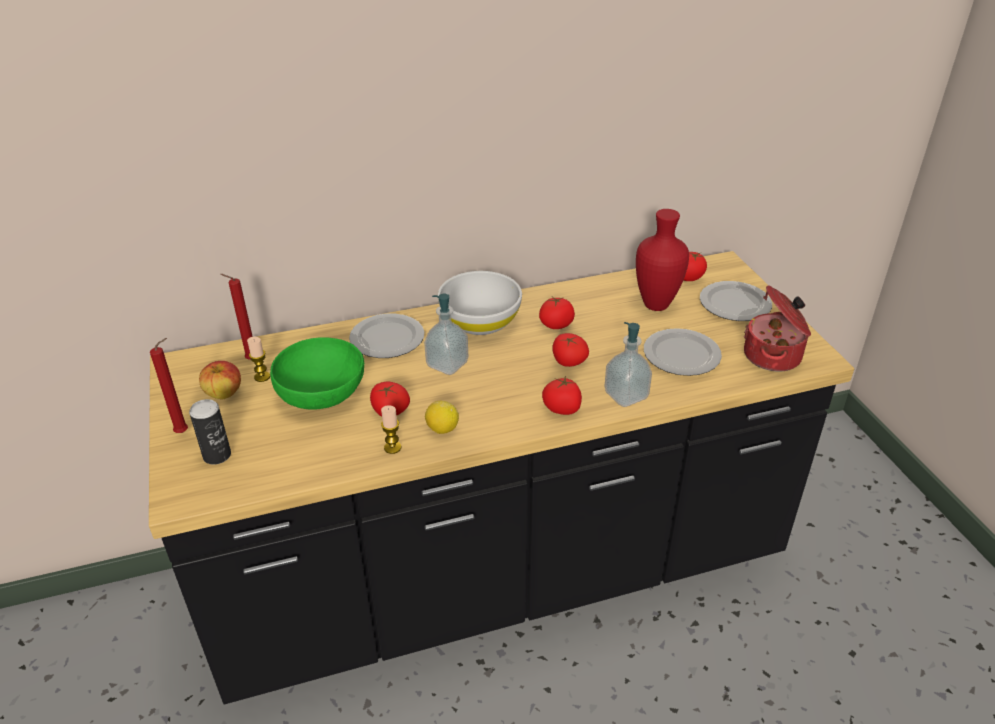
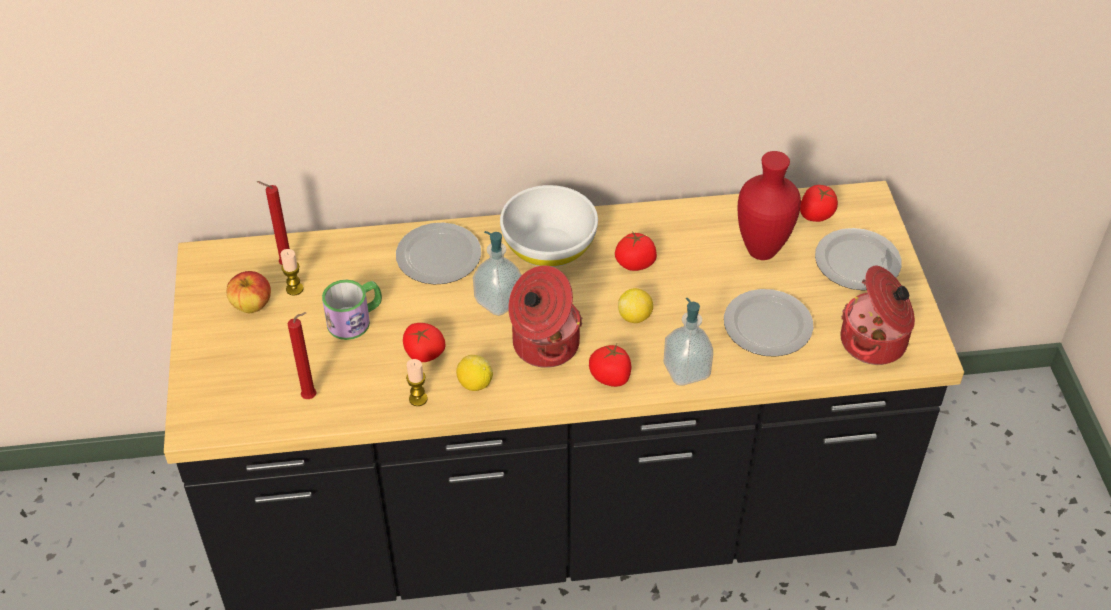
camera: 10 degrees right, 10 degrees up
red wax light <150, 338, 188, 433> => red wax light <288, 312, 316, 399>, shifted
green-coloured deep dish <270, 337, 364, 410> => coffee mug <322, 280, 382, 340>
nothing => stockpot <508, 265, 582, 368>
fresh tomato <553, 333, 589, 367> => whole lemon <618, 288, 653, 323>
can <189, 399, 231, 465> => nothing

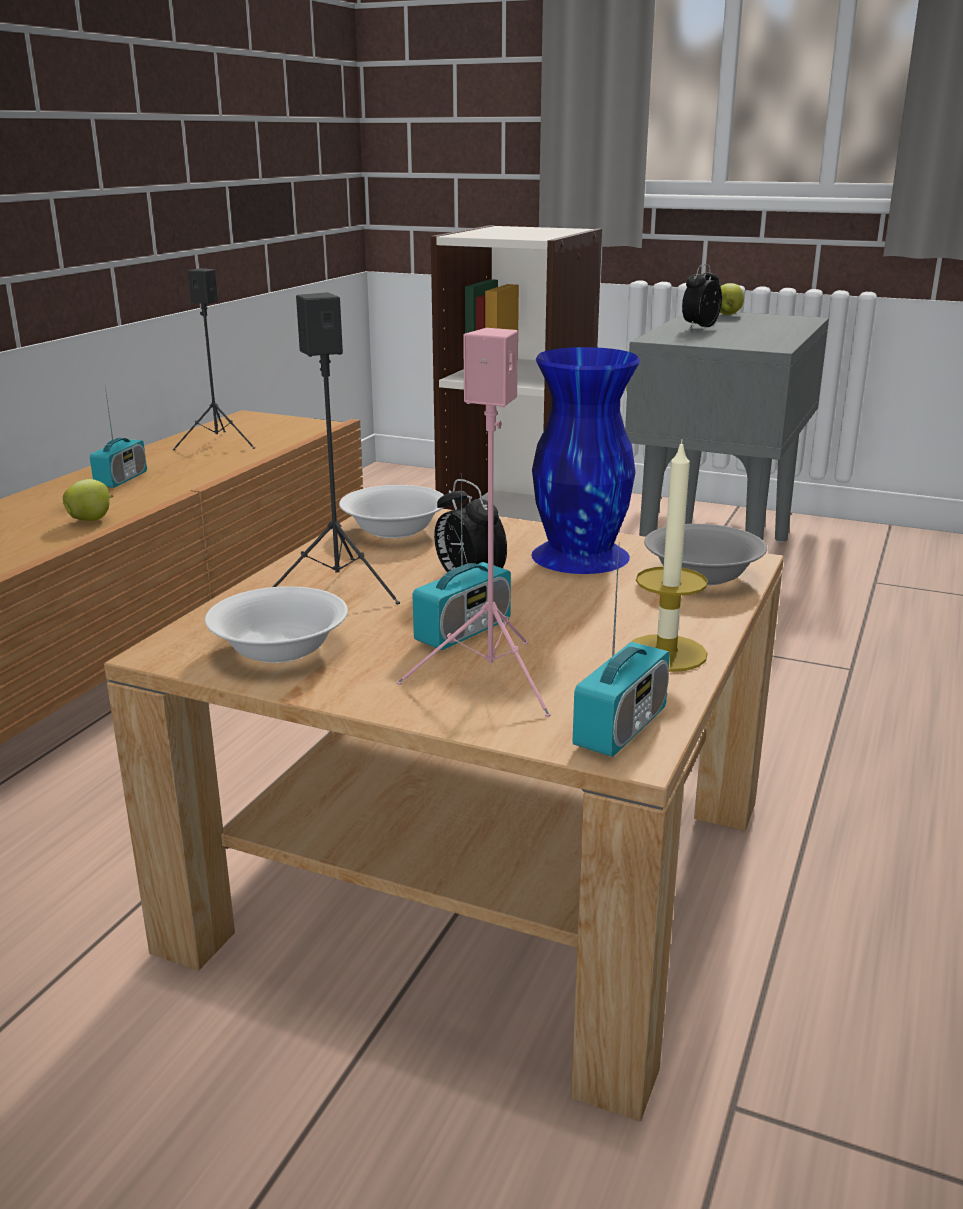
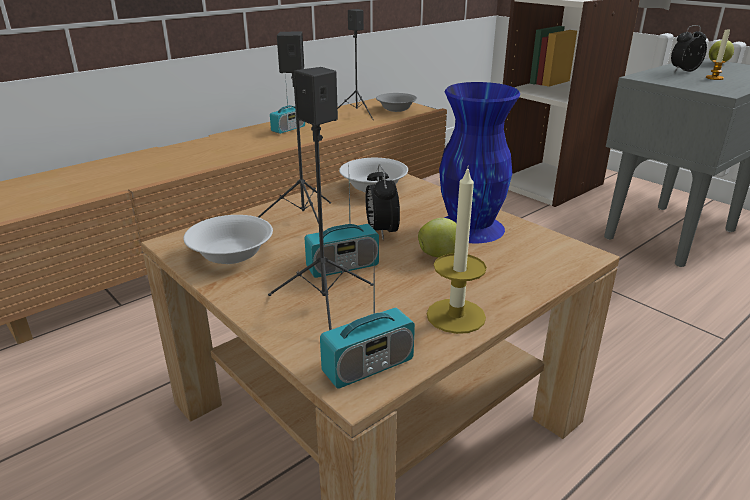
camera: 25 degrees right, 5 degrees up
pinkish audio speaker <397, 328, 550, 717> => black audio speaker <268, 67, 373, 330>
gray deep dish <644, 524, 767, 585> => gray deep dish <376, 93, 417, 112>, shifted
apple fruit <63, 479, 113, 521> => apple fruit <418, 218, 457, 258>, shifted
nothing => wax light <706, 29, 730, 80>

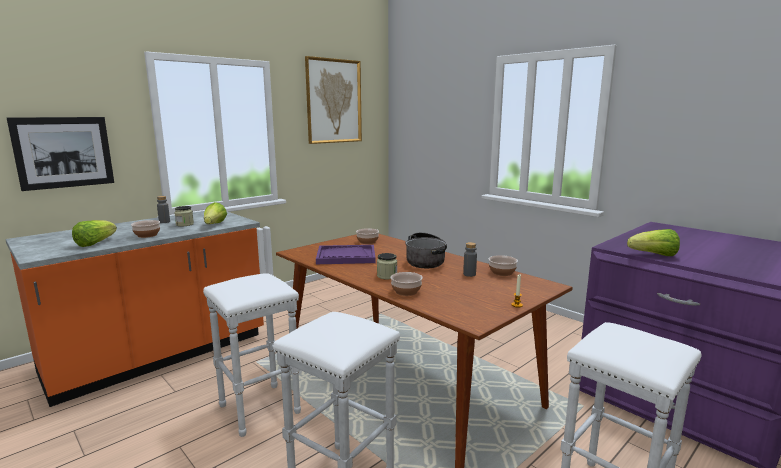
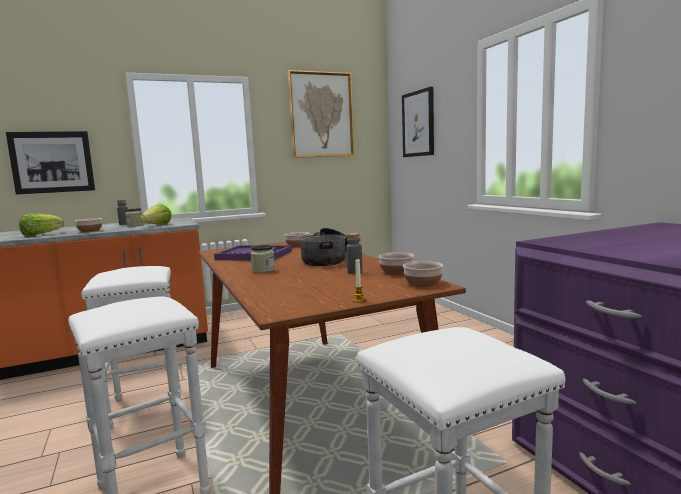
camera: 20 degrees right, 5 degrees down
nothing => wall art <402, 87, 434, 157>
deep dish <391, 272, 422, 296> => deep dish <403, 261, 443, 287>, shifted
lettuce <627, 229, 680, 256> => nothing

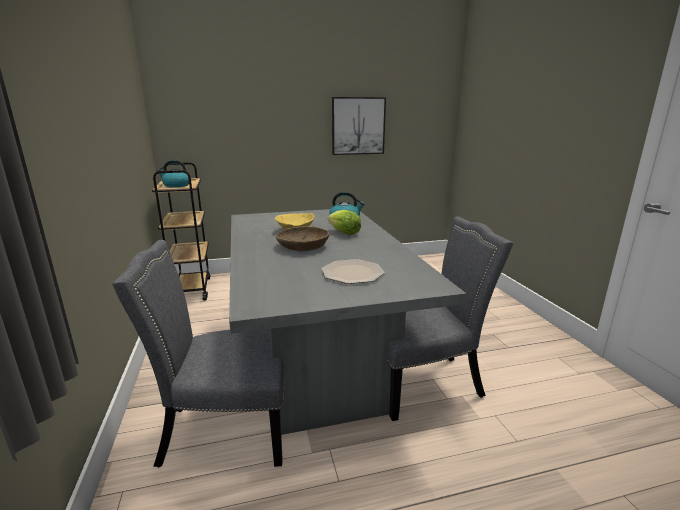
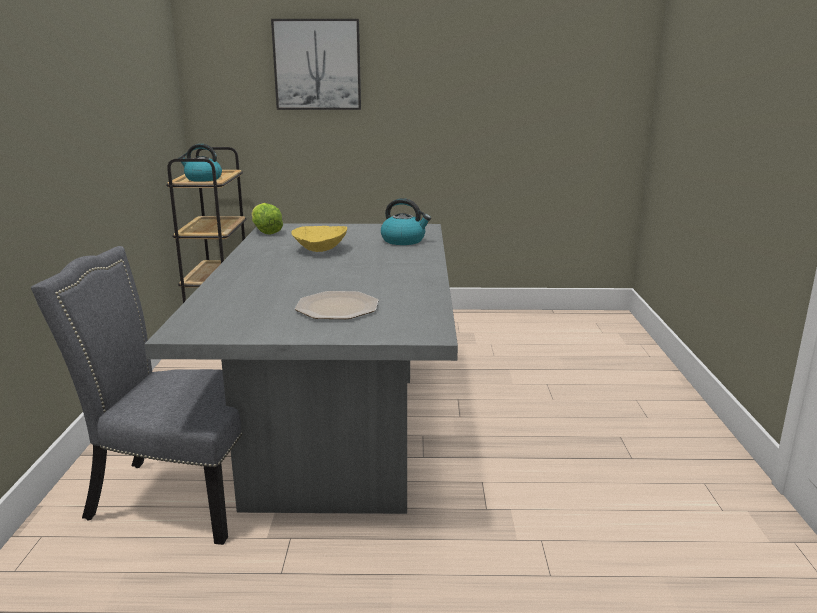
camera: 15 degrees right, 0 degrees up
lettuce <328, 210, 361, 235> => lettuce <251, 203, 283, 235>, shifted
wall art <332, 97, 386, 155> => wall art <271, 19, 361, 110>, shifted
brown deep dish <276, 226, 329, 251> => nothing
gray chair <387, 216, 513, 421> => nothing

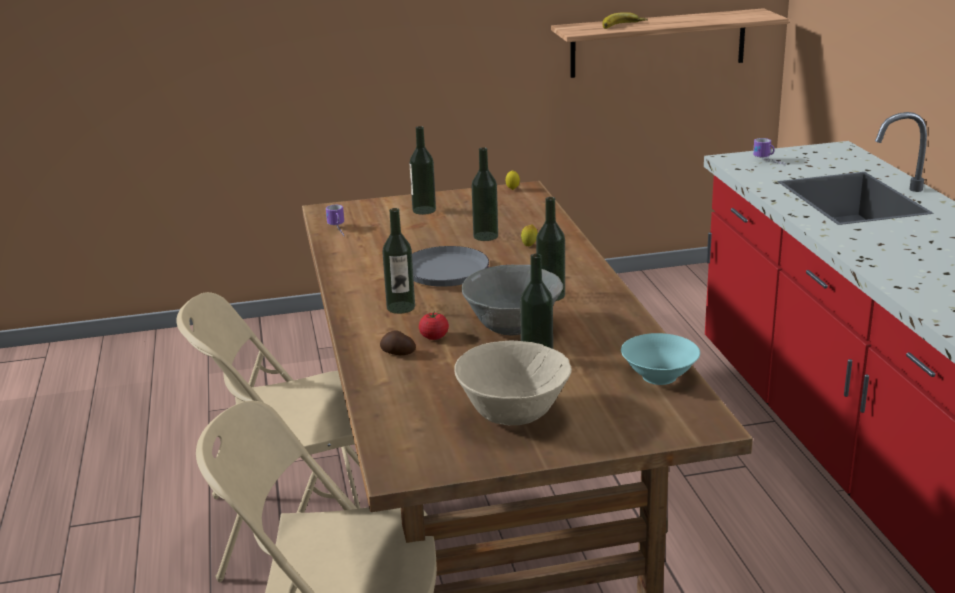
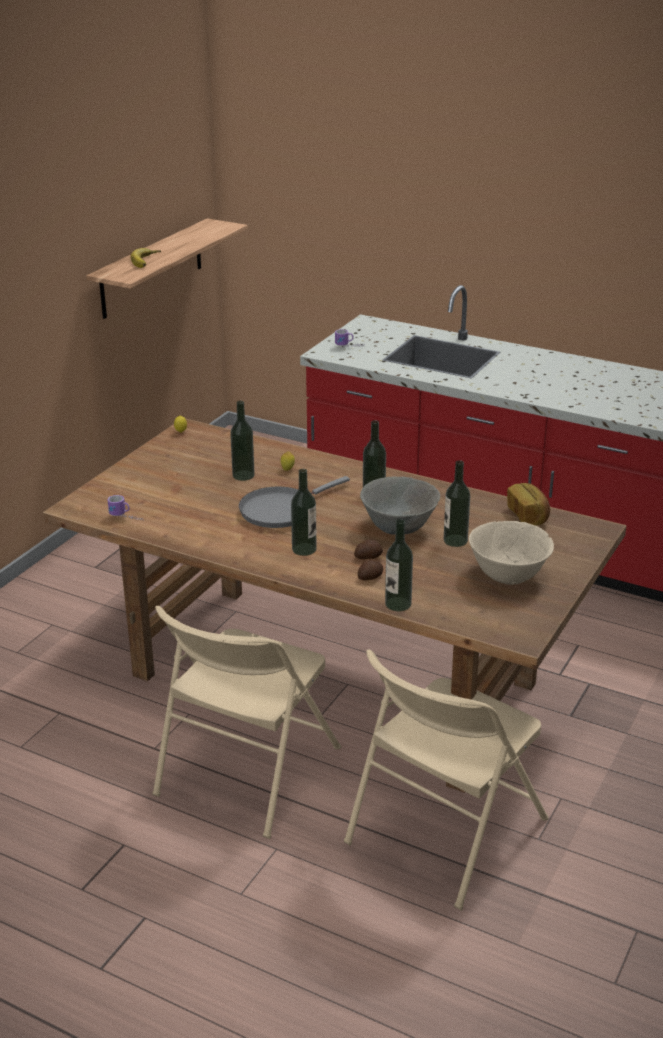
camera: 50 degrees left, 5 degrees up
fresh tomato <419, 311, 449, 340> => potato <354, 539, 383, 559>
drink bottle <409, 126, 436, 215> => drink bottle <385, 519, 413, 611>, shifted
blue-green deep dish <621, 333, 700, 385> => baked bread <507, 483, 550, 526>

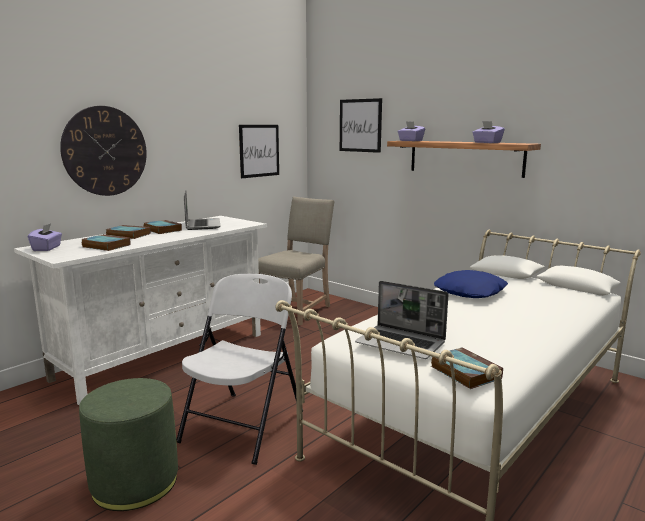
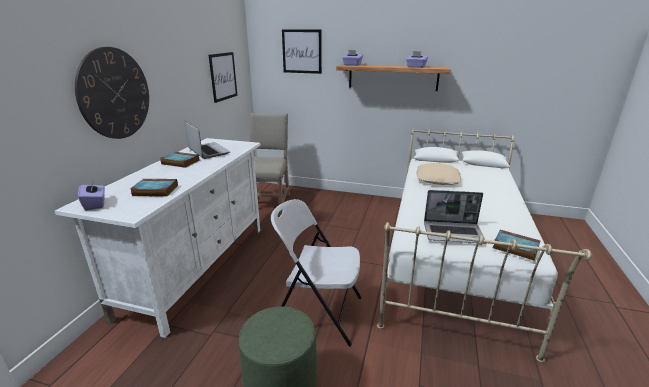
camera: 25 degrees left, 10 degrees up
white chair <176, 274, 296, 465> => white chair <271, 199, 361, 347>, 75 degrees counterclockwise
blue throw pillow <434, 270, 508, 298> => beige-coloured throw pillow <416, 163, 461, 185>
bound book <105, 225, 151, 239> => nothing

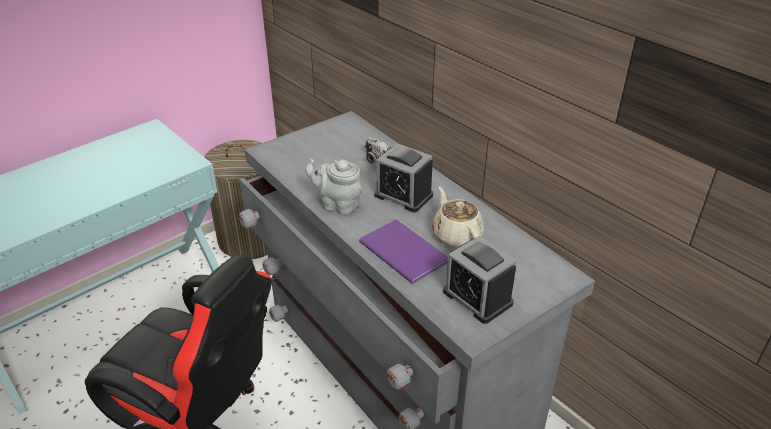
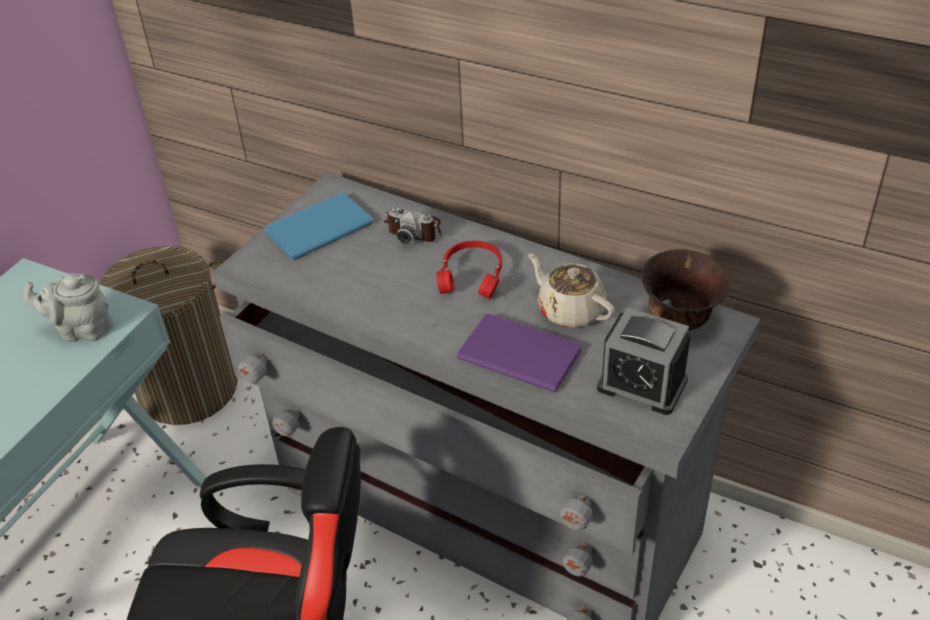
camera: 20 degrees left, 5 degrees up
gray tea pot <305, 159, 362, 215> => gray tea pot <23, 273, 110, 342>, shifted
nothing => blue bound book <265, 192, 374, 261>
bedside clock <374, 143, 433, 212> => red headset <436, 241, 502, 299>
nothing => brown deep dish <641, 249, 730, 331>

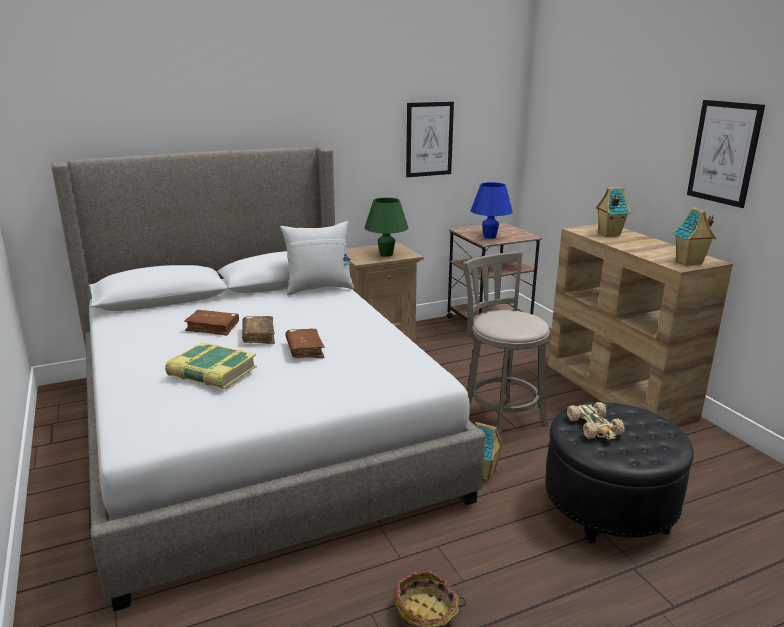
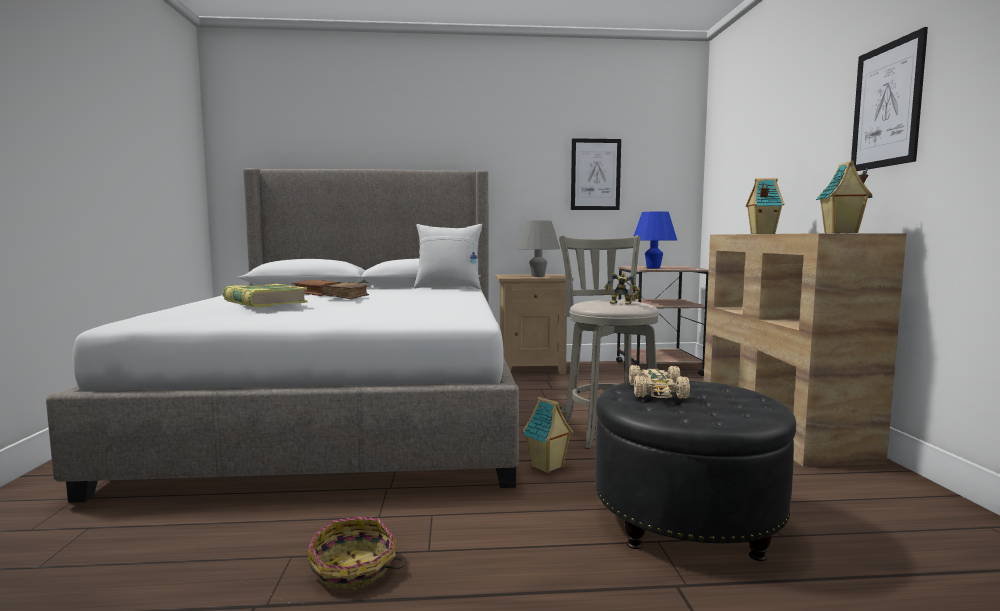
camera: 20 degrees right, 15 degrees down
green-coloured table lamp <364, 197, 408, 257> => gray table lamp <517, 220, 560, 277>
nothing => robot figure <604, 273, 640, 304>
brown bound book <286, 329, 325, 358> => nothing

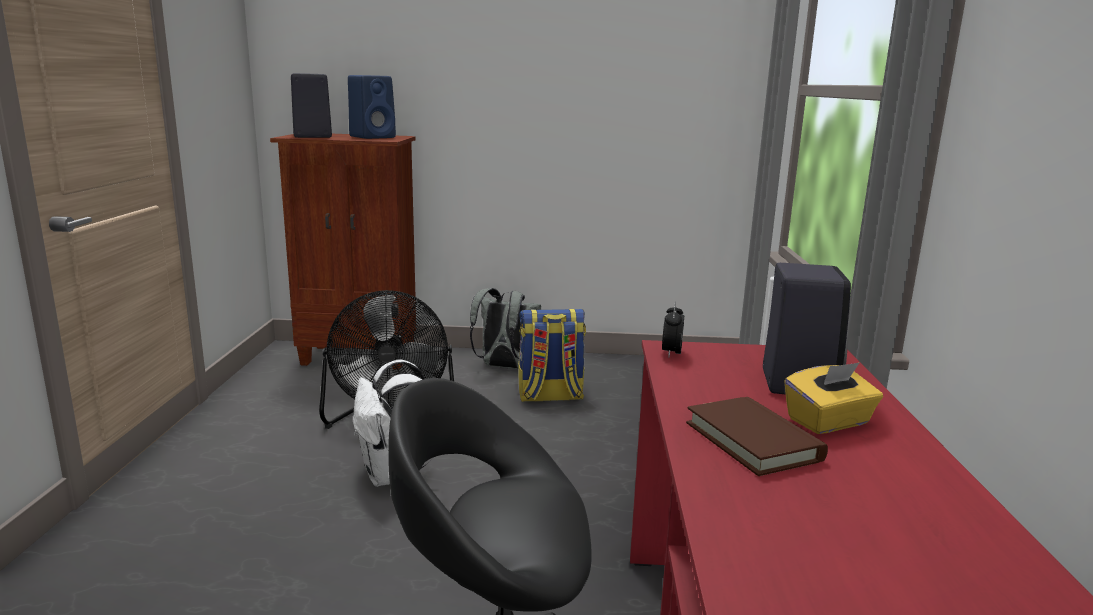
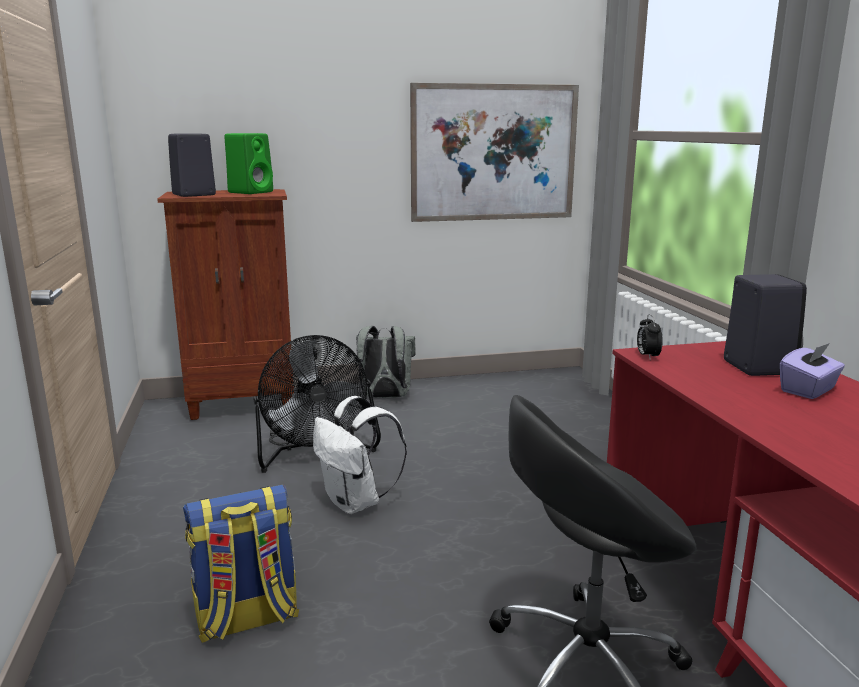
camera: 15 degrees left, 0 degrees up
knapsack <519, 309, 586, 402> => knapsack <183, 485, 299, 643>, shifted
blue audio speaker <348, 75, 396, 139> => green-coloured audio speaker <224, 133, 273, 194>
nothing => wall art <410, 83, 579, 222>
yellow-coloured box of tissues <784, 362, 883, 434> => purplish box of tissues <780, 343, 845, 399>
brown bound book <686, 397, 828, 476> => nothing

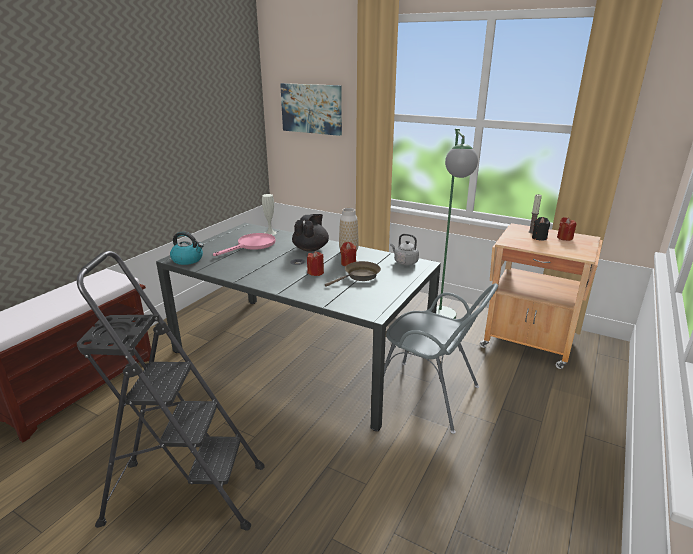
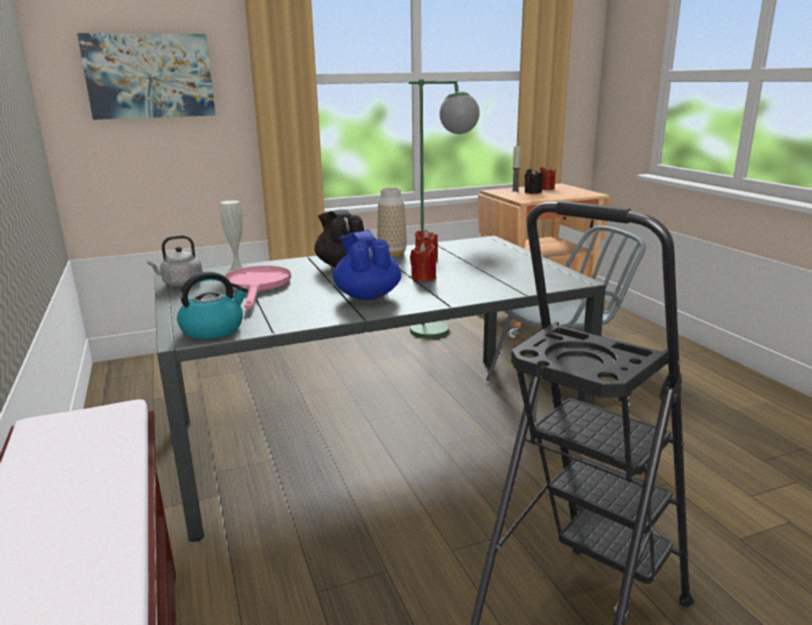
camera: 50 degrees left, 5 degrees down
gray water kettle <390, 234, 419, 265> => gray water kettle <147, 235, 203, 286>, shifted
nothing => blue tea pot <333, 230, 402, 300>
brown skillet <325, 261, 381, 287> => nothing

